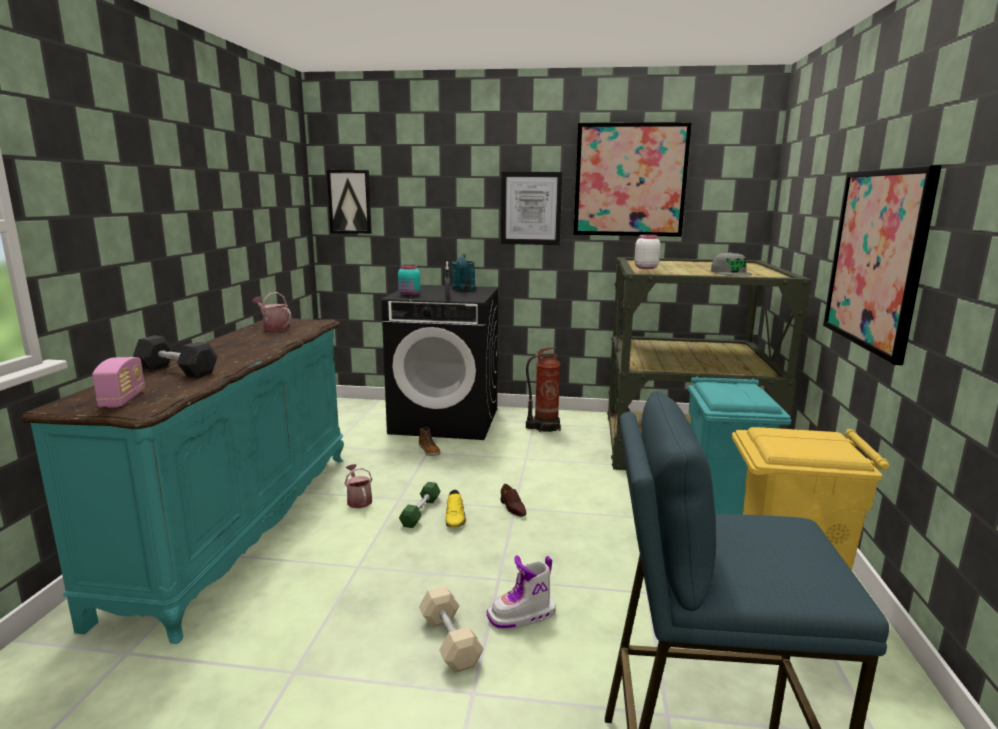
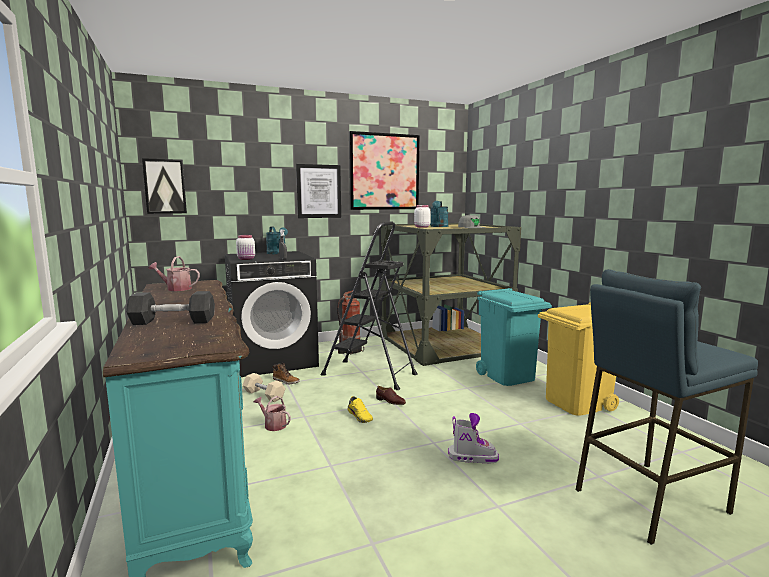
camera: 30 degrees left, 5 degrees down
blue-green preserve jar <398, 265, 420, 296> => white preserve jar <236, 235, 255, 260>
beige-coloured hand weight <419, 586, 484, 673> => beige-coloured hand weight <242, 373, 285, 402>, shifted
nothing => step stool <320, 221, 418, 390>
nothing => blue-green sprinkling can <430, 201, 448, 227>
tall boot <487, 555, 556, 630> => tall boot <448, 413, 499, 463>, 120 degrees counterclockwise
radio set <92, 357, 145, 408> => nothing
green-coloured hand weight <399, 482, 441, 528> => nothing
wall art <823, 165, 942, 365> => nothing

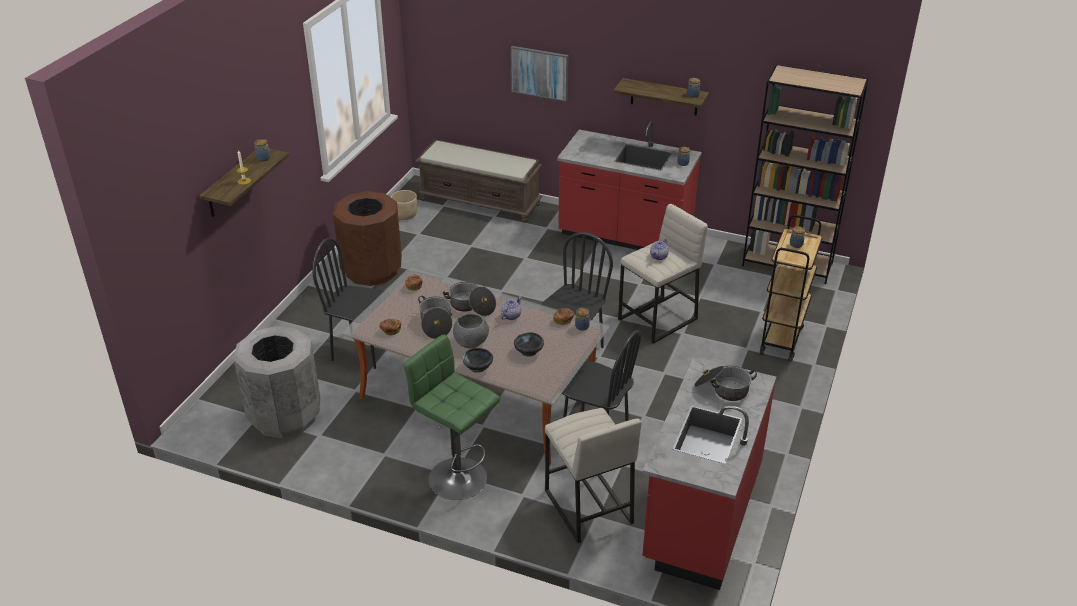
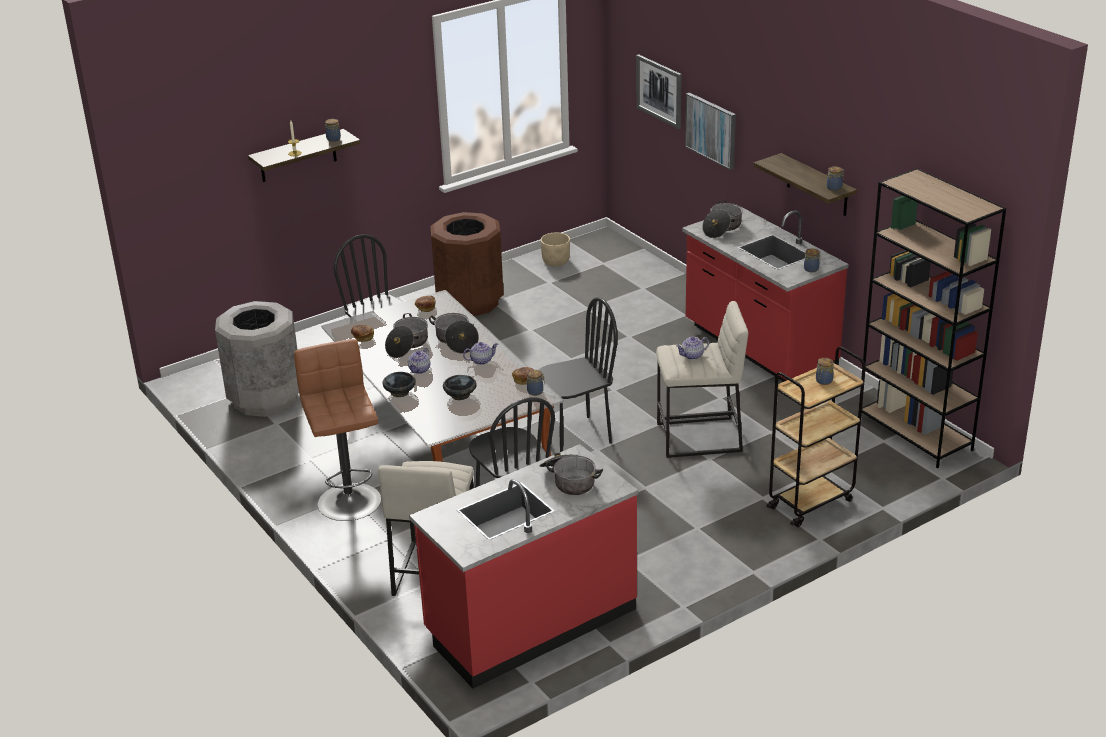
camera: 35 degrees right, 5 degrees down
green-coloured sitting stool <404, 334, 500, 500> => brown sitting stool <294, 339, 381, 521>
gray deep dish <453, 314, 489, 348> => tea pot <408, 348, 430, 374>
nothing => wall art <636, 54, 682, 129>
nothing => stockpot <702, 200, 743, 238>
brown indoor bench <415, 139, 543, 222> => nothing

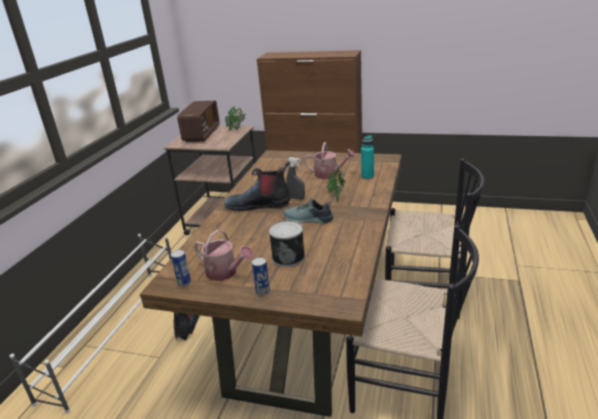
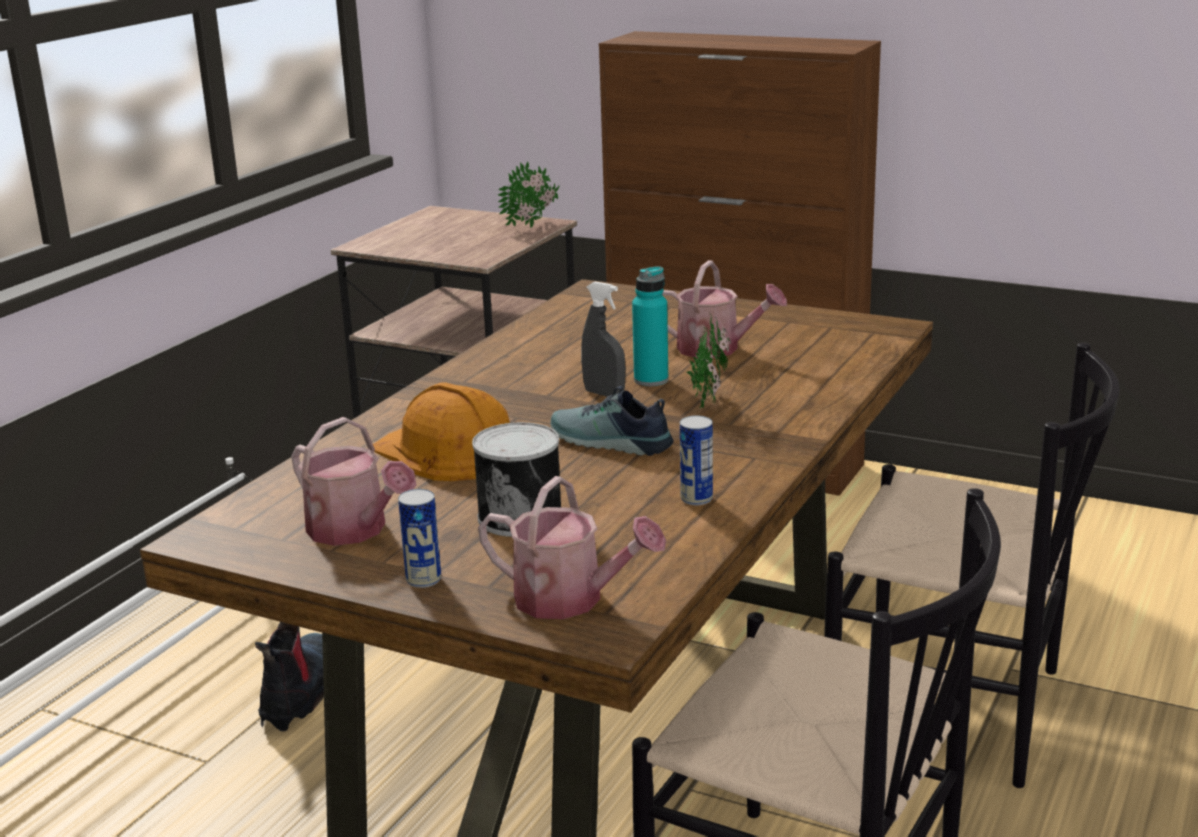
camera: 10 degrees right, 5 degrees down
nothing => orangey safety helmet <373, 382, 510, 481>
nothing => sprinkling can <478, 476, 666, 619>
blue-green drink bottle <361, 135, 374, 179> => blue-green drink bottle <632, 266, 668, 386>, shifted
can <171, 250, 191, 286> => can <680, 415, 713, 505>, shifted
radio set <177, 101, 220, 142> => nothing
tall boot <224, 161, 290, 211> => nothing

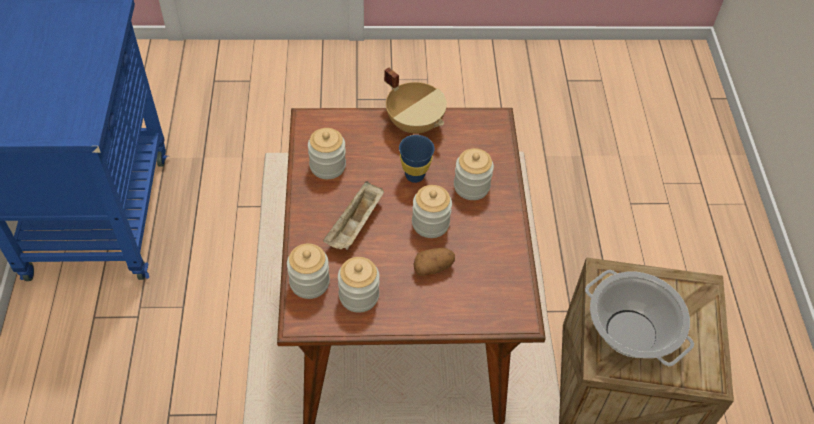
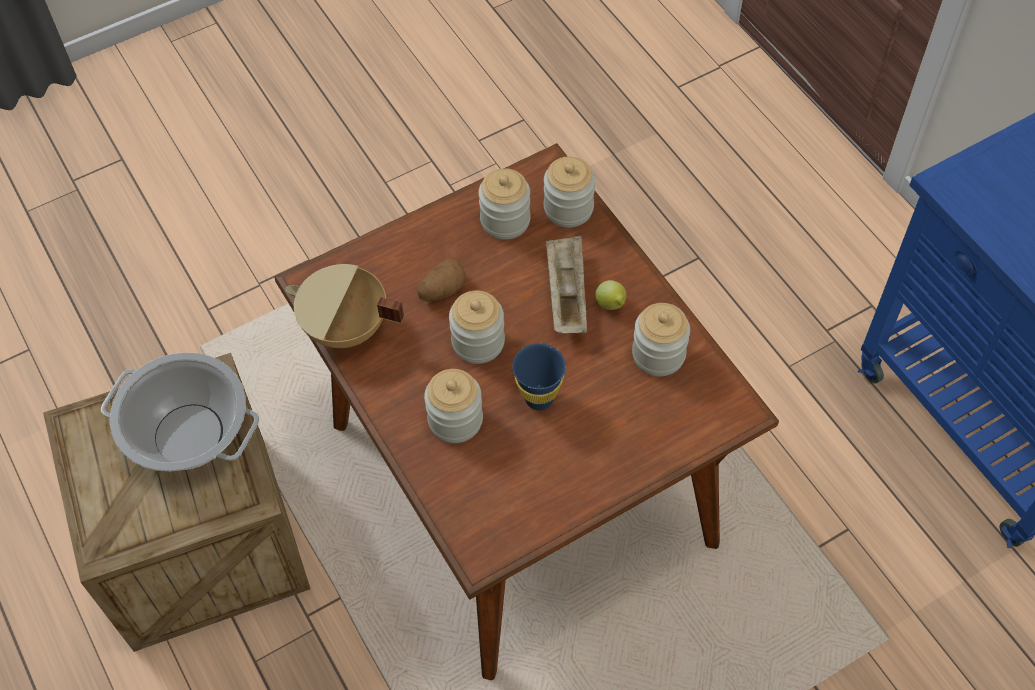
camera: 155 degrees right, 5 degrees up
beige-coloured stockpot <384, 68, 447, 134> => beige-coloured stockpot <286, 264, 404, 348>, shifted
nothing => whole lemon <595, 280, 626, 310>

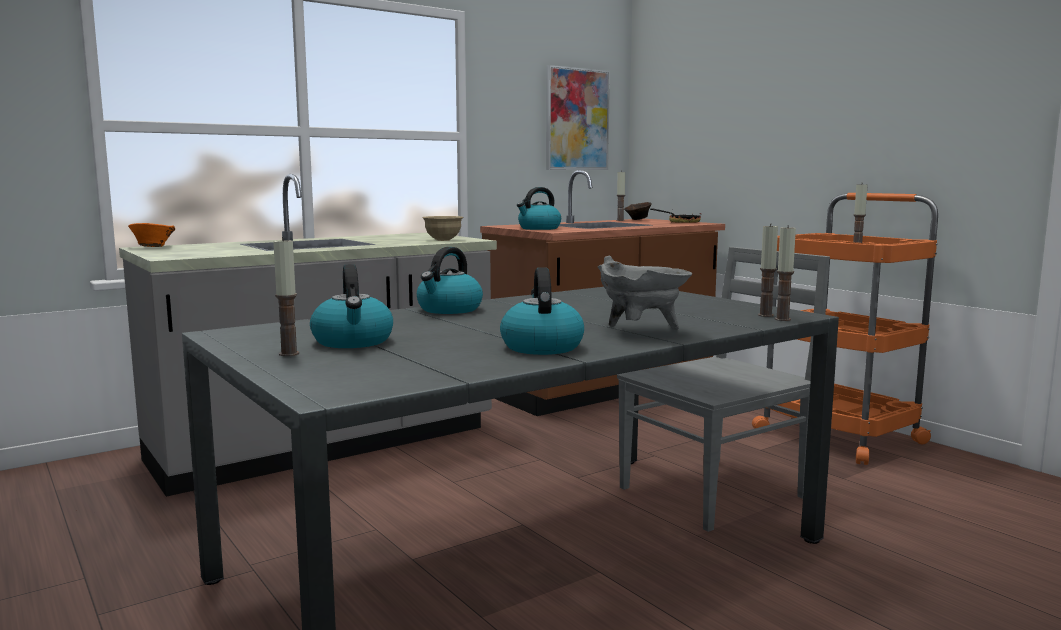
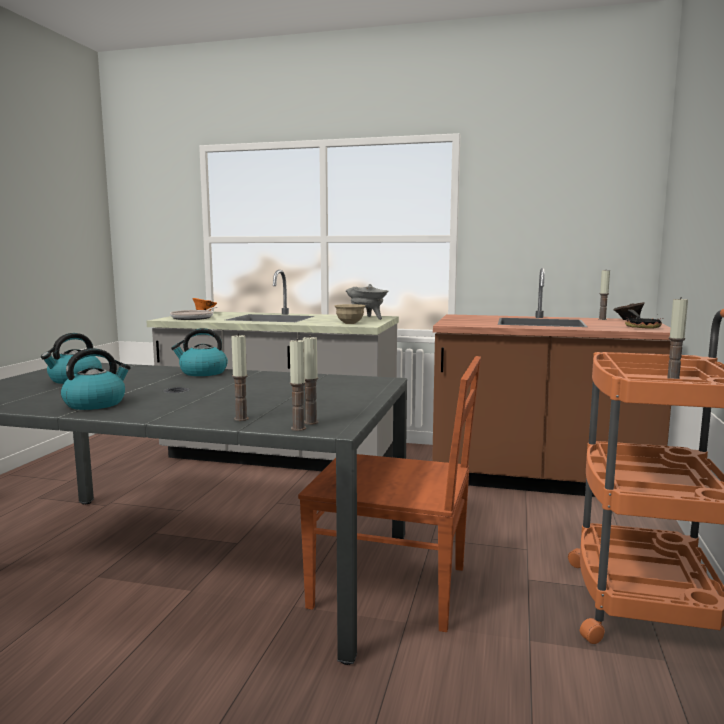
camera: 50 degrees right, 0 degrees up
nothing => skillet <170, 307, 218, 320>
wax light <273, 237, 300, 356> => wax light <231, 333, 249, 421>, shifted
gray chair <617, 247, 830, 532> => brown chair <298, 356, 481, 632>
gray stockpot <598, 256, 692, 330> => gray stockpot <346, 284, 388, 320>, shifted
water kettle <517, 187, 561, 230> => nothing
wall art <546, 65, 610, 170> => nothing

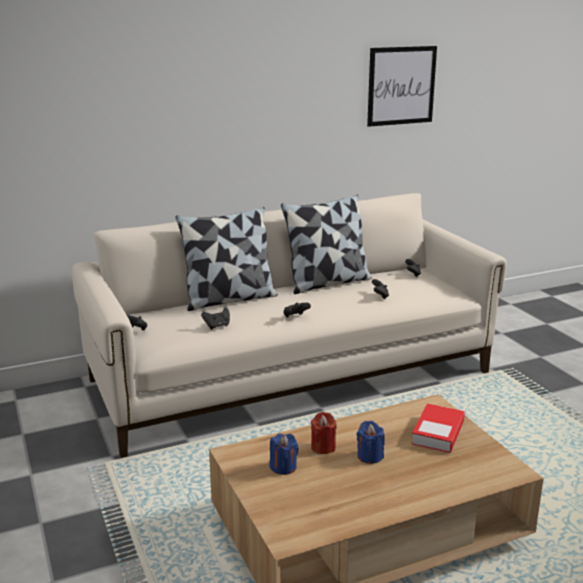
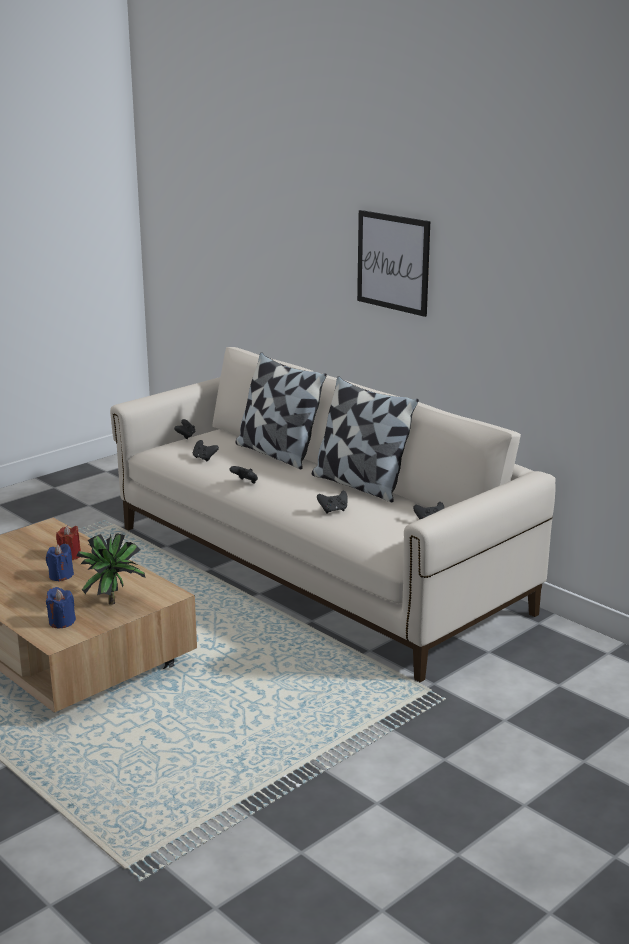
camera: 70 degrees right, 0 degrees up
blue wax light <270, 434, 299, 475> => blue wax light <46, 587, 76, 628>, shifted
bound book <412, 404, 465, 453> => plant in a pot <77, 533, 146, 605>
wall art <367, 46, 437, 127> => wall art <357, 210, 430, 317>, shifted

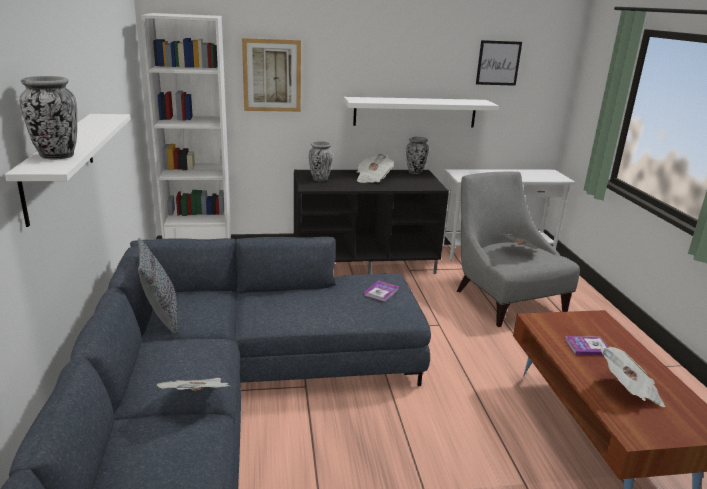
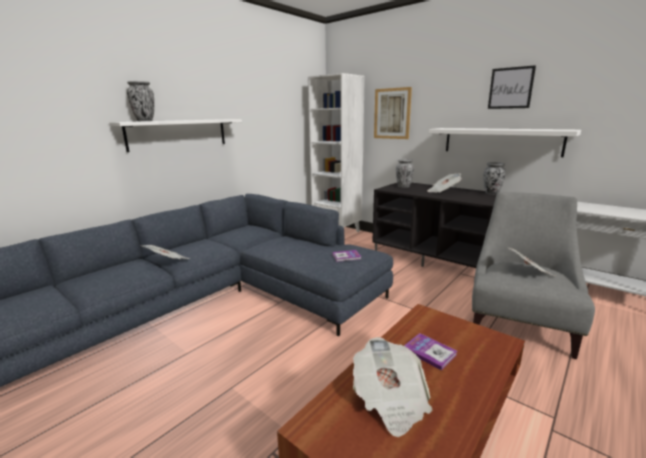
camera: 50 degrees right, 5 degrees down
wall art <476, 40, 522, 86> => wall art <488, 65, 536, 109>, shifted
gray throw pillow <138, 238, 177, 334> => nothing

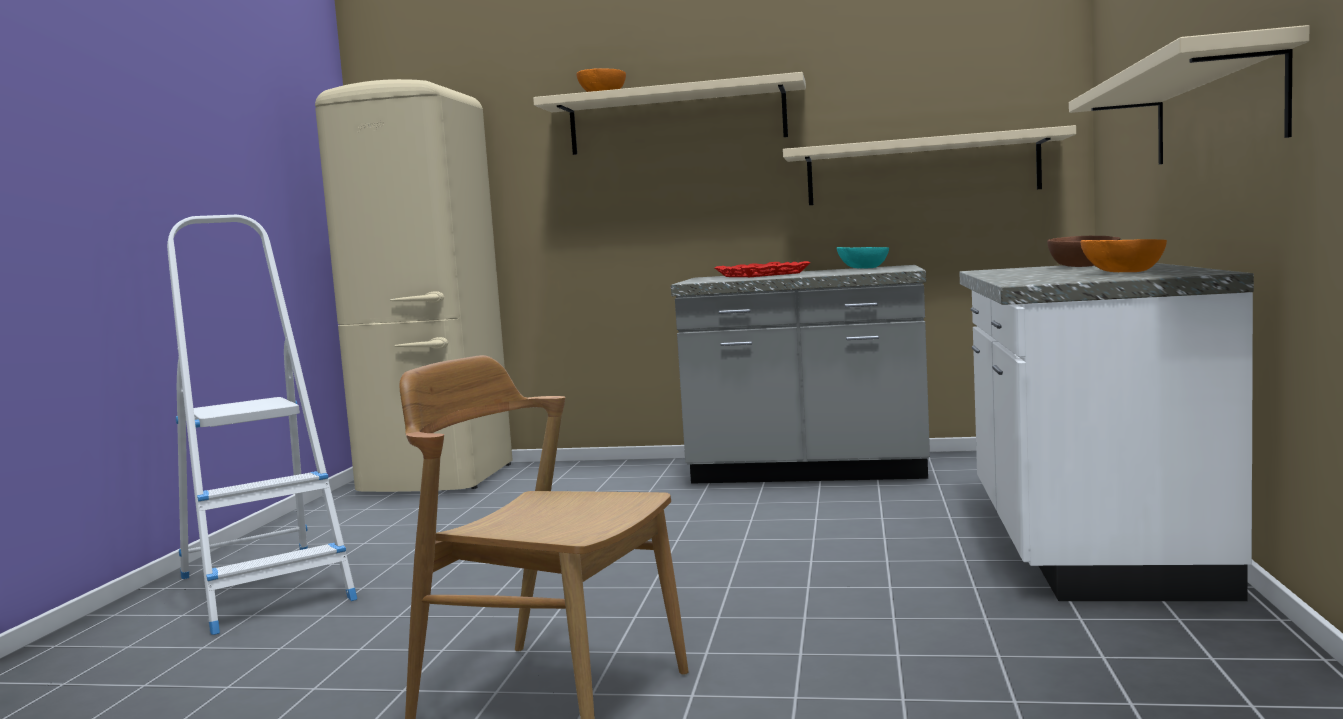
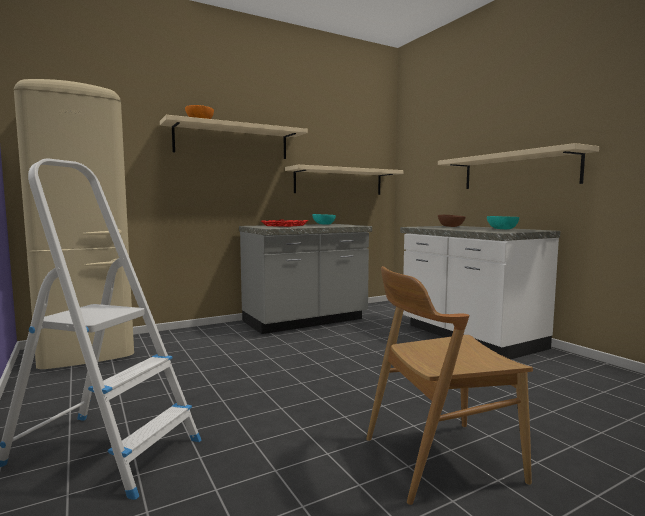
camera: 40 degrees left, 0 degrees up
orangey deep dish <1081, 239, 1167, 272> => blue-green deep dish <487, 216, 519, 229>

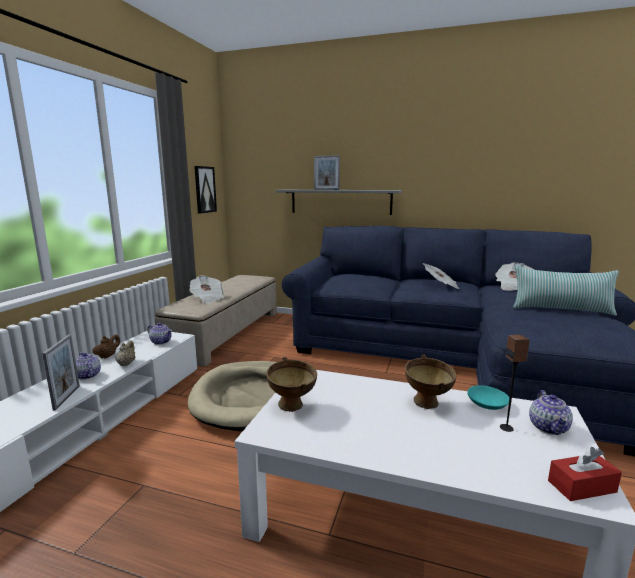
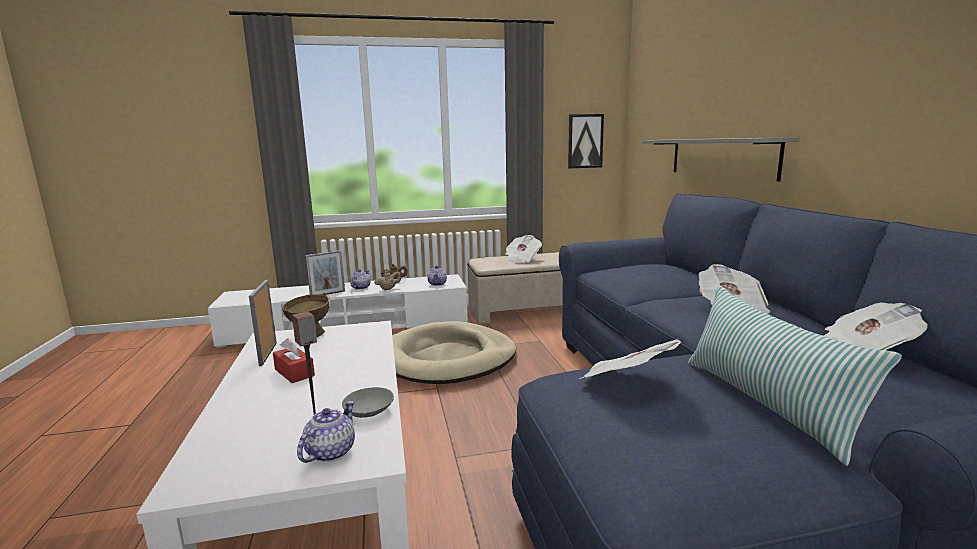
camera: 60 degrees right, 0 degrees up
photo frame <314, 155, 340, 190> => photo frame <249, 280, 277, 366>, shifted
red box of tissues <548, 447, 622, 501> => red box of tissues <273, 338, 315, 383>, shifted
tea pot <529, 390, 573, 435> => tea pot <297, 401, 355, 463>, 135 degrees clockwise
blue-green deep dish <467, 385, 509, 410> => gray deep dish <342, 387, 394, 418>
nothing => newspaper <579, 339, 681, 379>
brown deep dish <405, 354, 457, 409> => nothing

